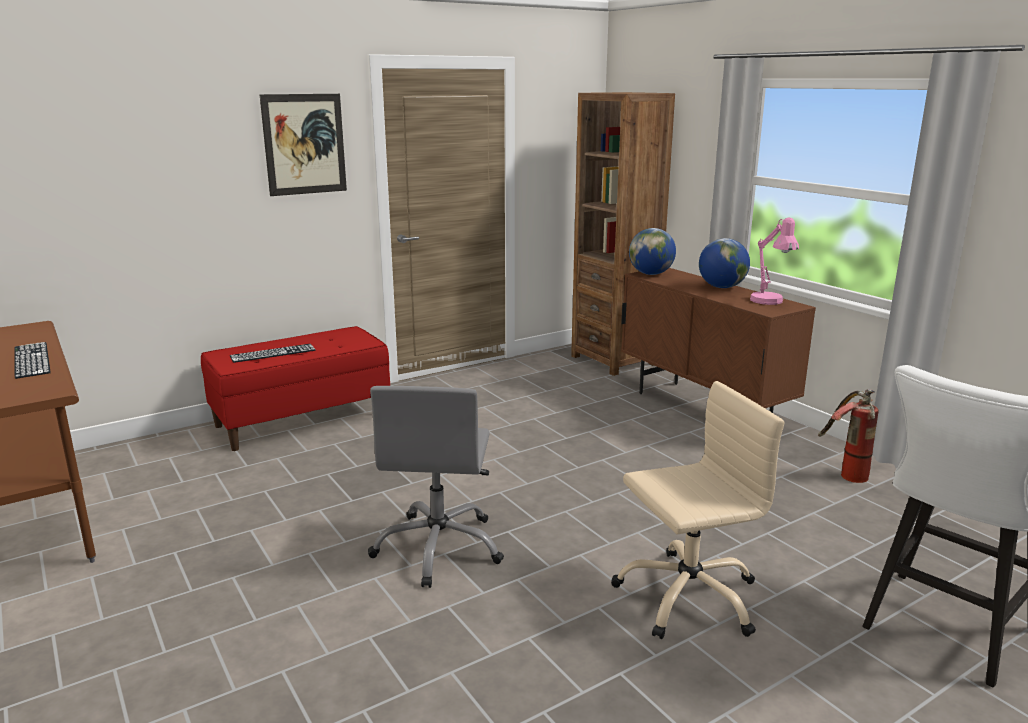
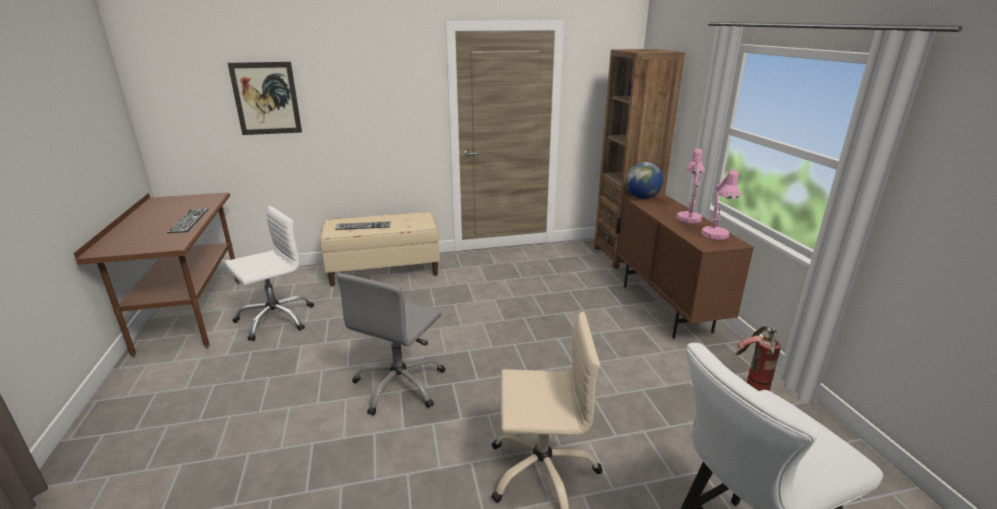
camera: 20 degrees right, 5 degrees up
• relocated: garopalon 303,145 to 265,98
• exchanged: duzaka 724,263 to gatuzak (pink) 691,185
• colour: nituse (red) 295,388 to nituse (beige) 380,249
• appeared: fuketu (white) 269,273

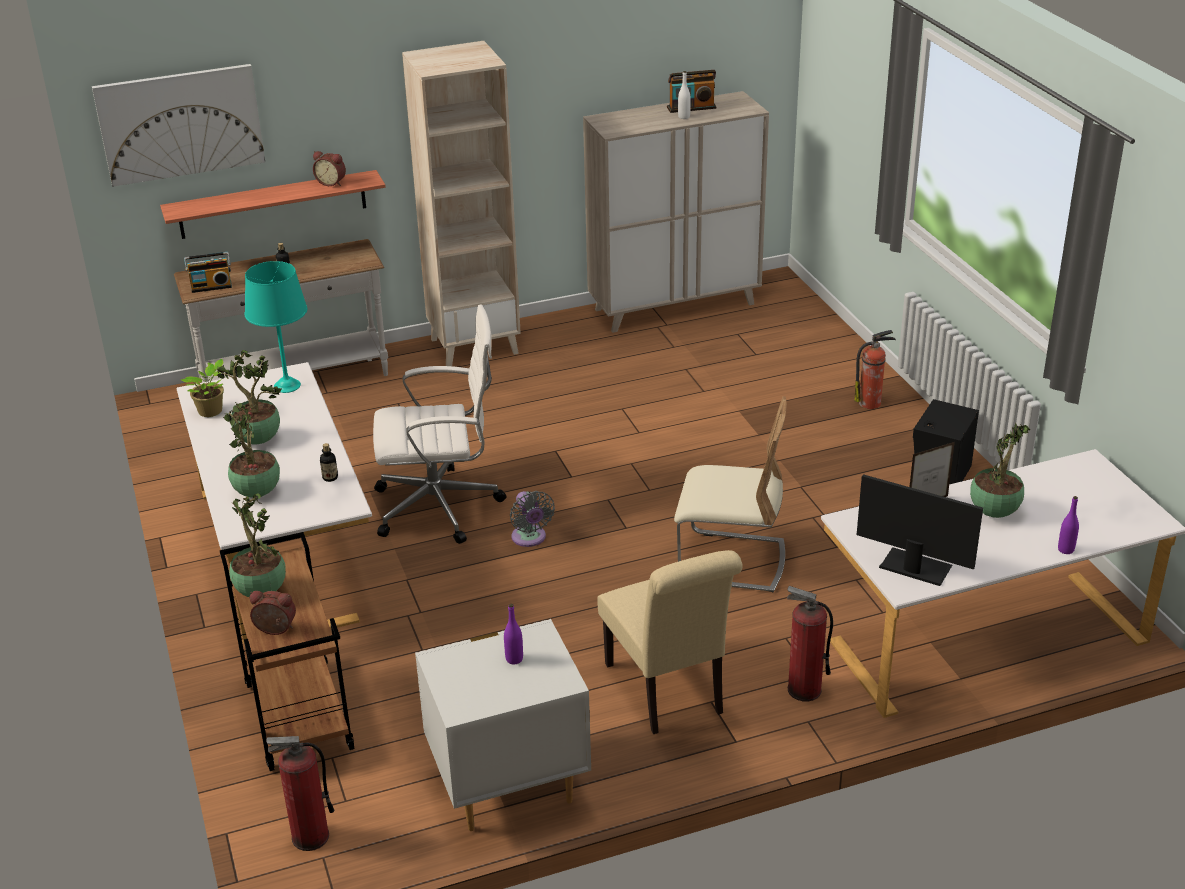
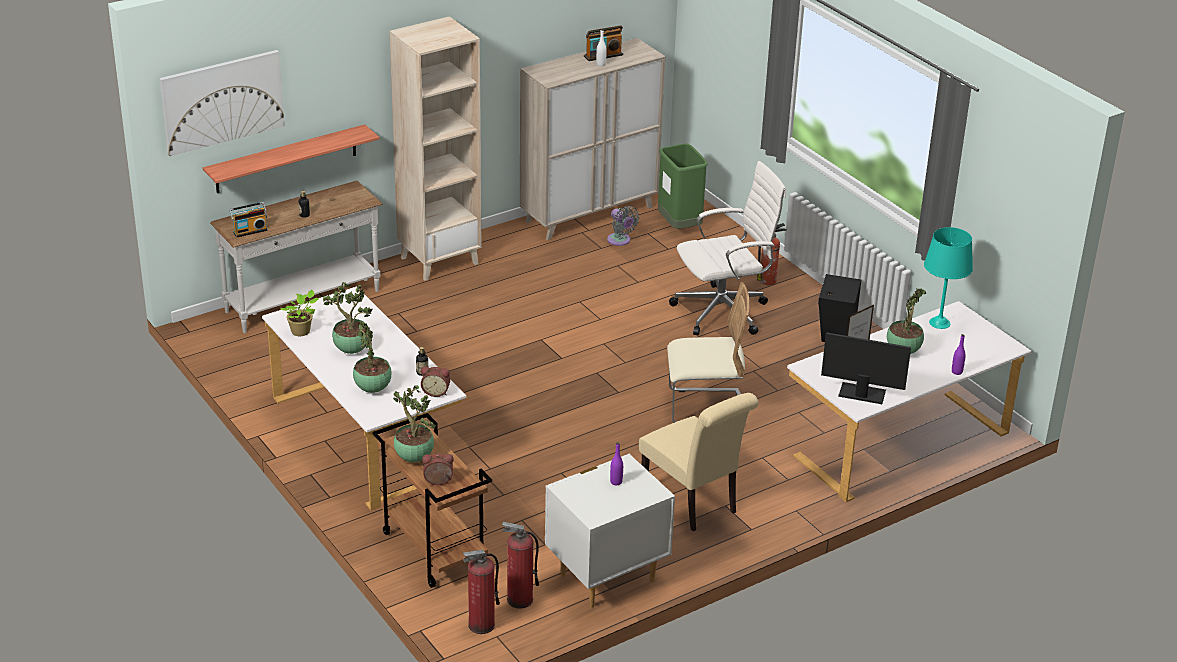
camera: 15 degrees left, 0 degrees up
• relocated: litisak 329,168 to 435,381
• relocated: gatuzak (turquoise) 276,327 to 948,278
• relocated: fuketu (white) 439,424 to 727,248
• relocated: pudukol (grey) 532,519 to 623,226
• relocated: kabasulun 810,643 to 520,565
• appeared: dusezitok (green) 683,186

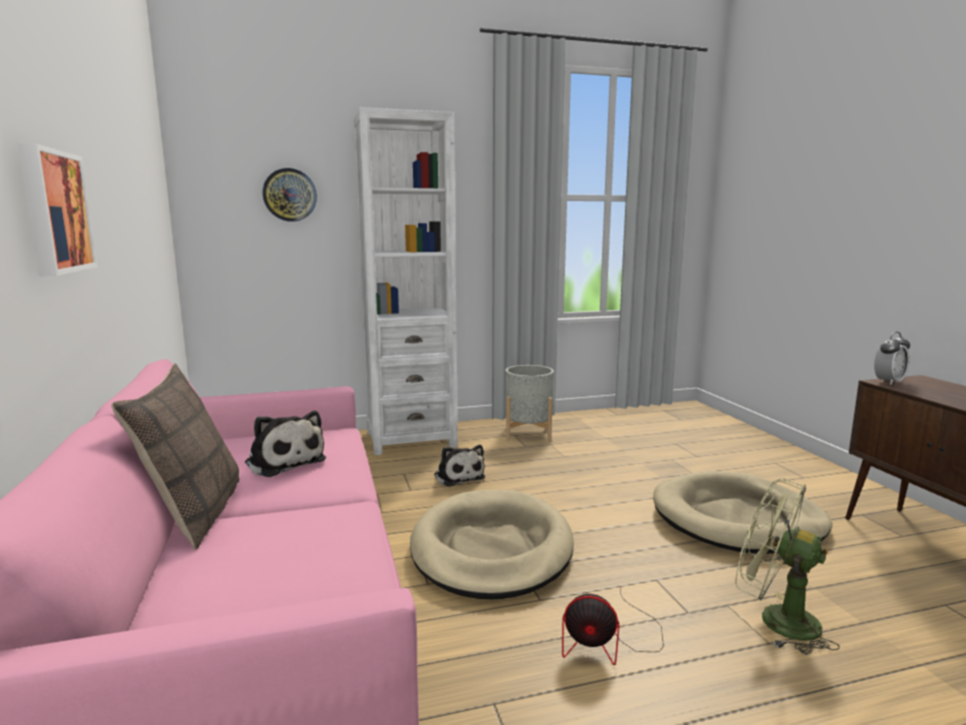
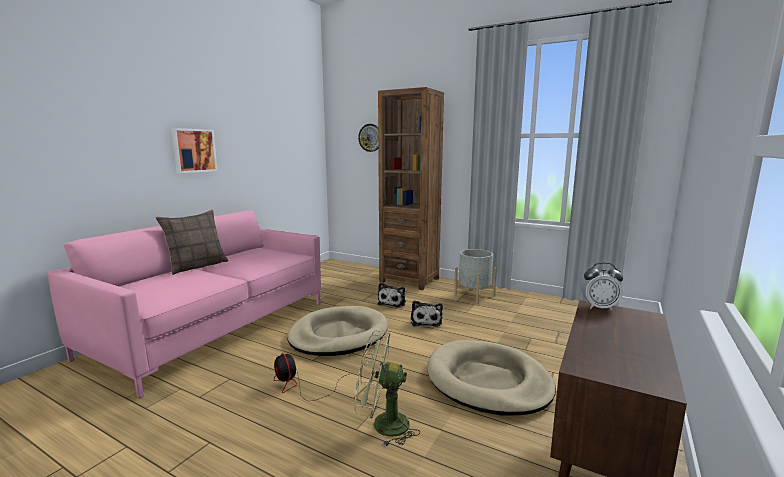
camera: 45 degrees right, 0 degrees up
• colour: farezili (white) 406,281 to farezili (brown) 411,188
• relocated: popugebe 285,444 to 427,313
• spun: pudukol (green) 787,566 = 387,388 75 degrees counterclockwise

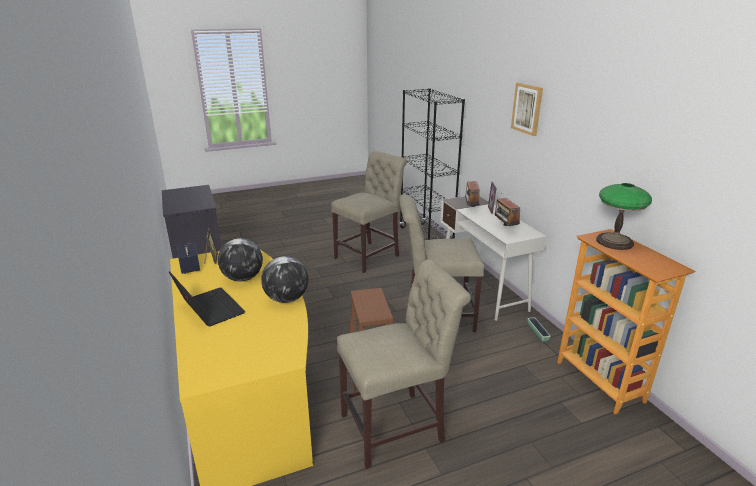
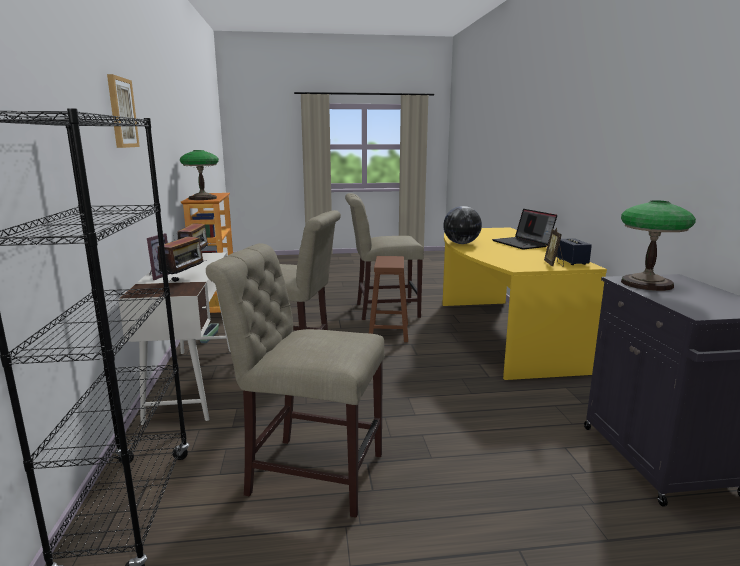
camera: 165 degrees left, 10 degrees down
• spun: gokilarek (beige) 369,212 = 295,380 45 degrees clockwise
• missing: duzaka 240,260
• appeared: gatuzak 658,245

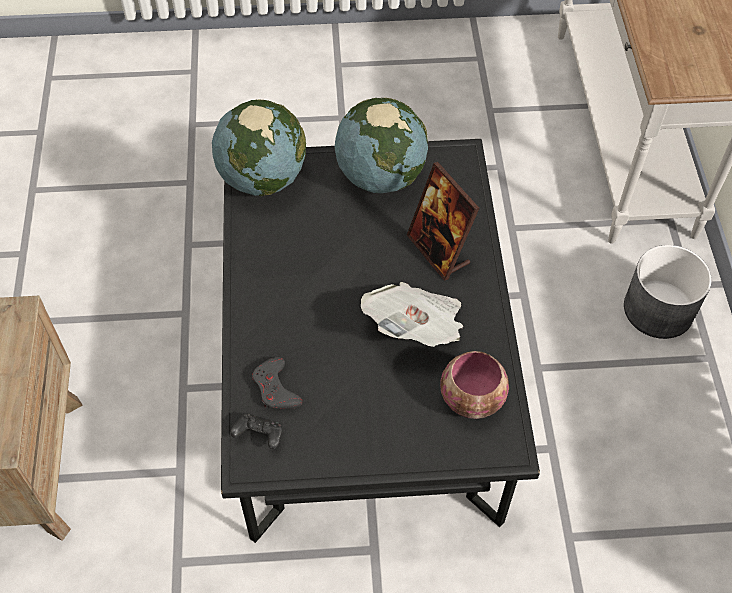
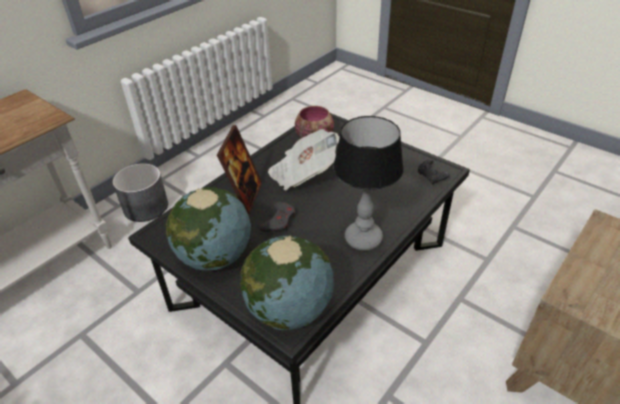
camera: 135 degrees left, 15 degrees down
• relocated: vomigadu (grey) 277,383 to 277,217
• appeared: gatuzak 368,183

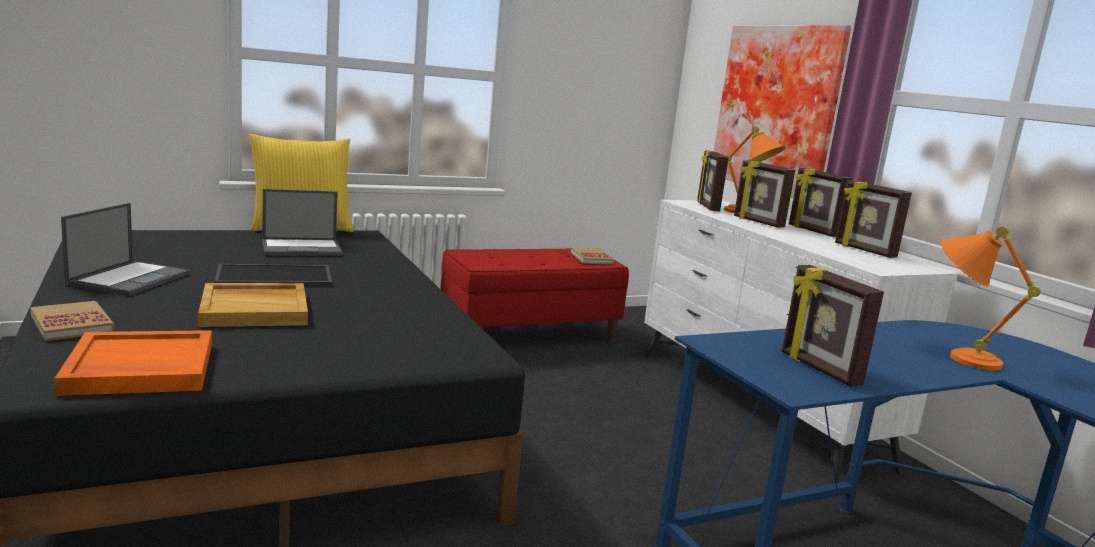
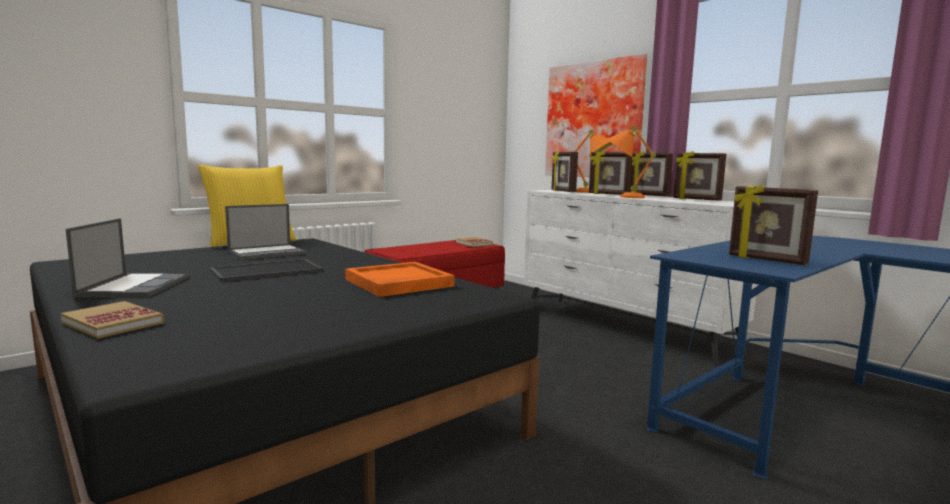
camera: 15 degrees left, 5 degrees down
• relocated: gatuzak (orange) 990,298 to 631,162
• missing: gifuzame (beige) 253,305
• relocated: gifuzame (orange) 133,363 to 399,279

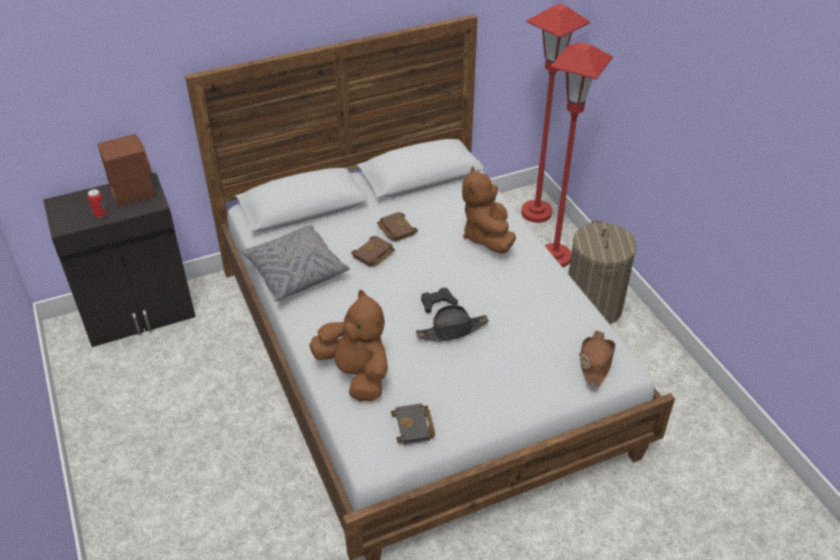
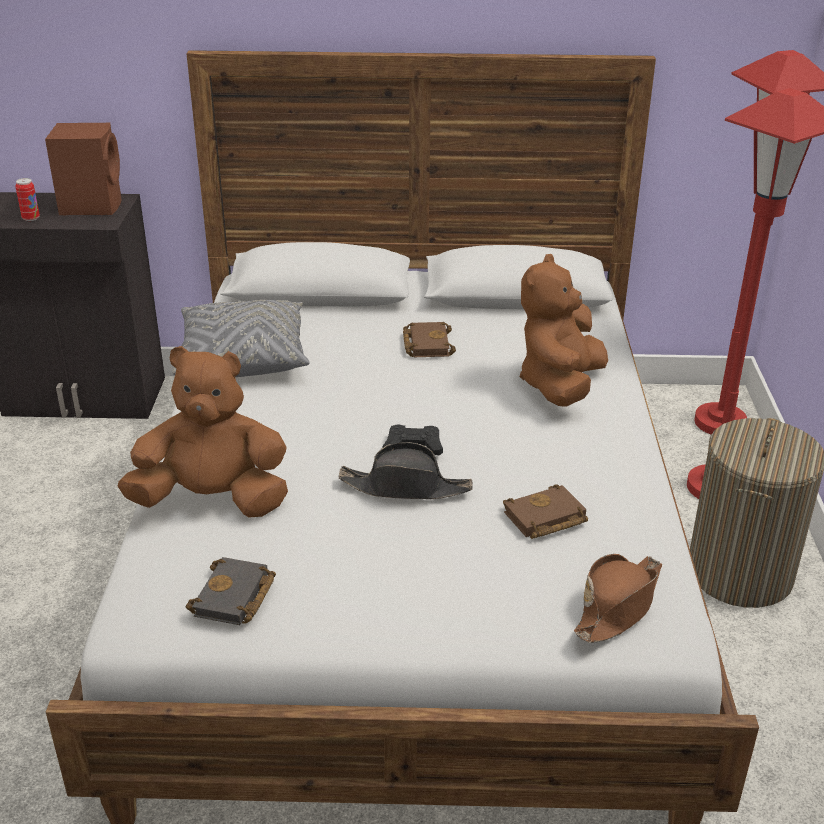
camera: 25 degrees right, 10 degrees down
• relocated: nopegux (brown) 373,251 to 545,511
• spun: popugebe (brown) 348,345 = 203,431 75 degrees counterclockwise

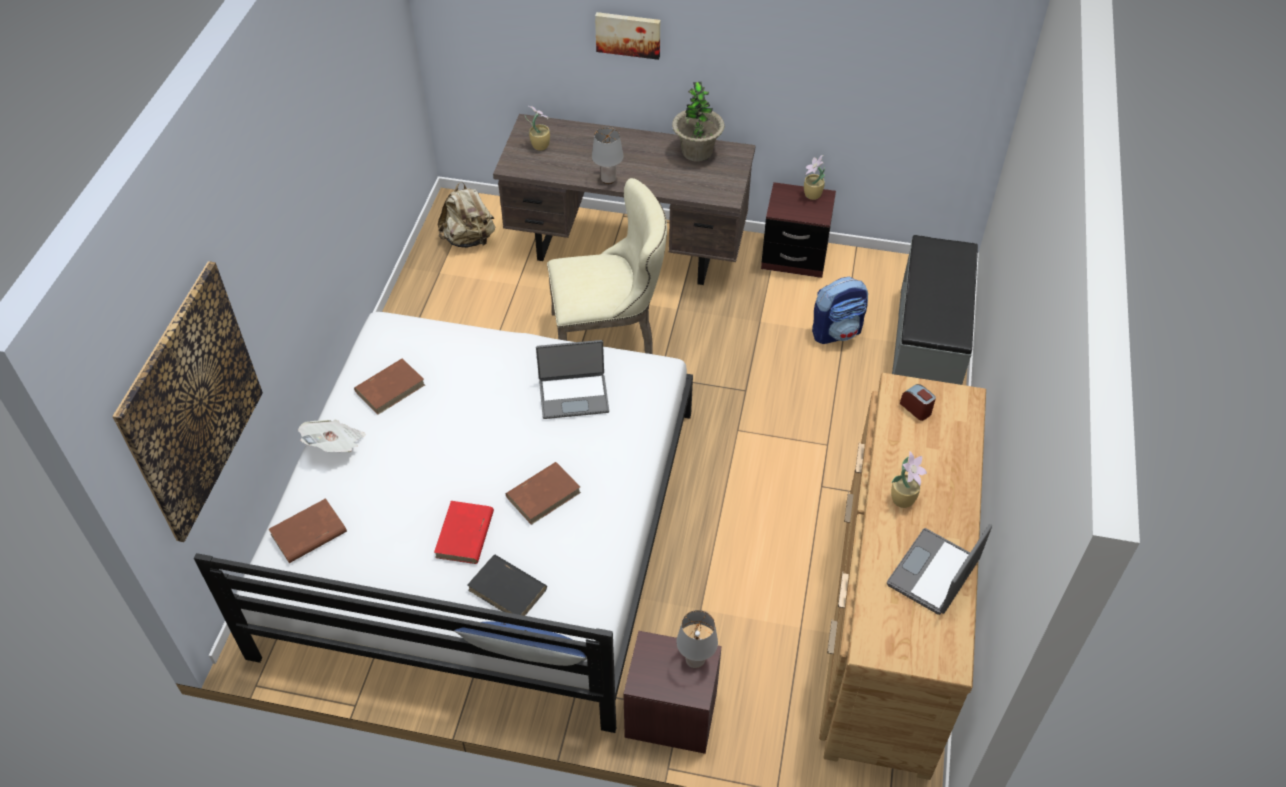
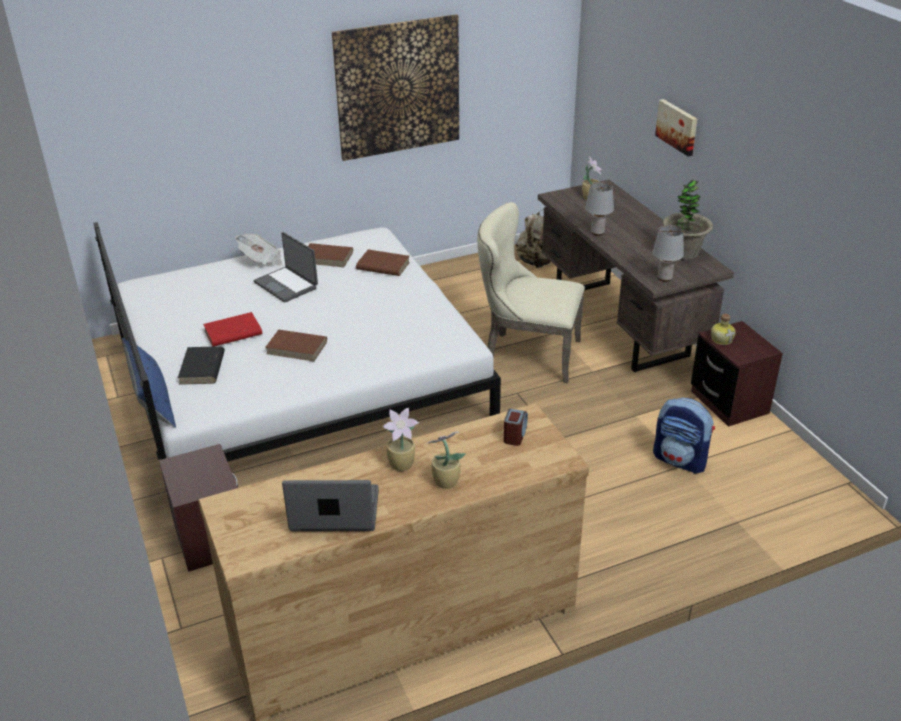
camera: 55 degrees right, 15 degrees down
• relocated: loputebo 814,177 to 446,460
• spun: gokilarek (beige) 607,266 = 531,292 150 degrees clockwise
• missing: nituse (grey) 935,310
• relocated: garopalon 187,401 to 395,87
• relocated: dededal 572,379 to 286,267
• relocated: nopegux (brown) 308,530 to 383,263
• relocated: gatuzak (grey) 697,639 to 668,253
• appeared: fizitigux 723,329

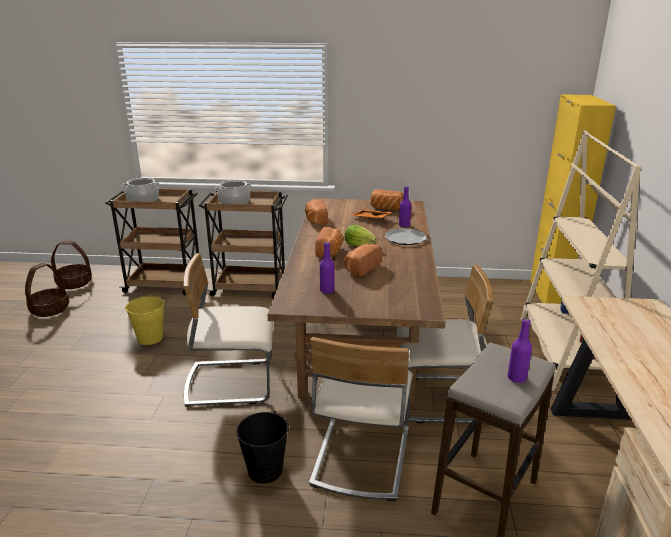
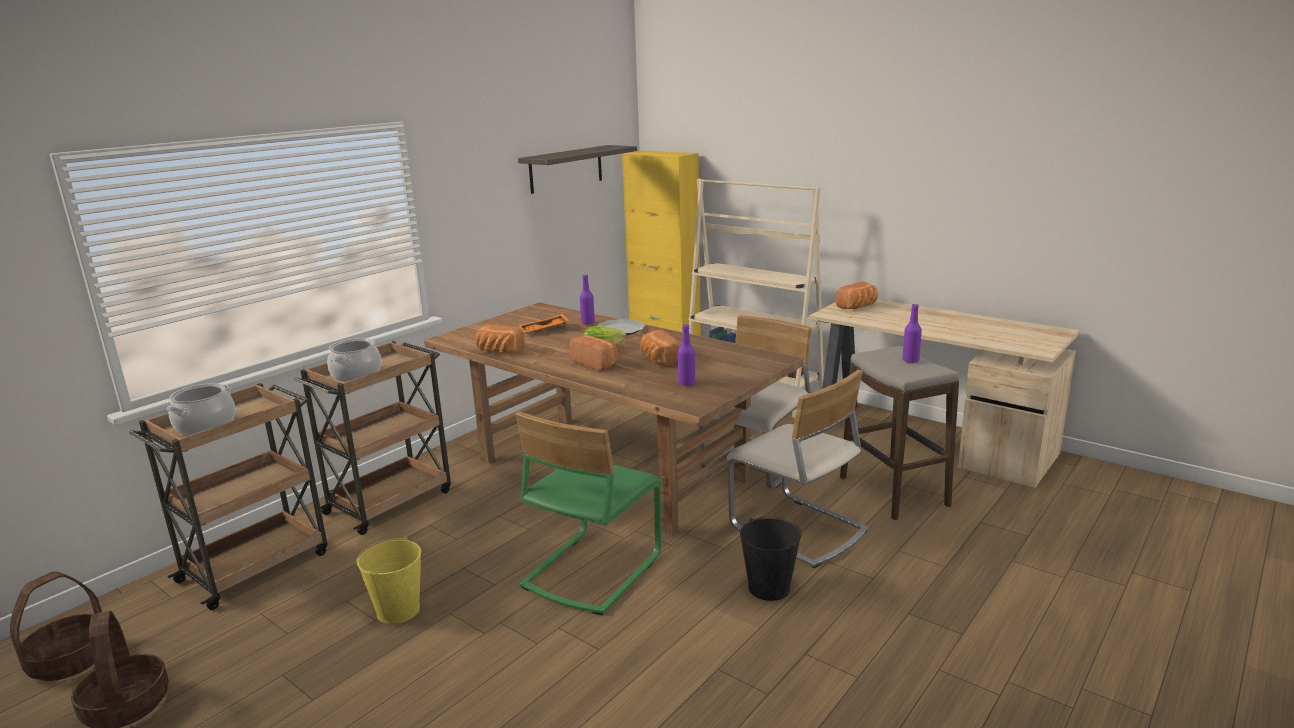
camera: 55 degrees left, 5 degrees down
• relocated: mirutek 387,199 to 857,295
• colour: gokilarek (beige) 228,330 to gokilarek (green) 588,513
• appeared: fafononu 577,169

